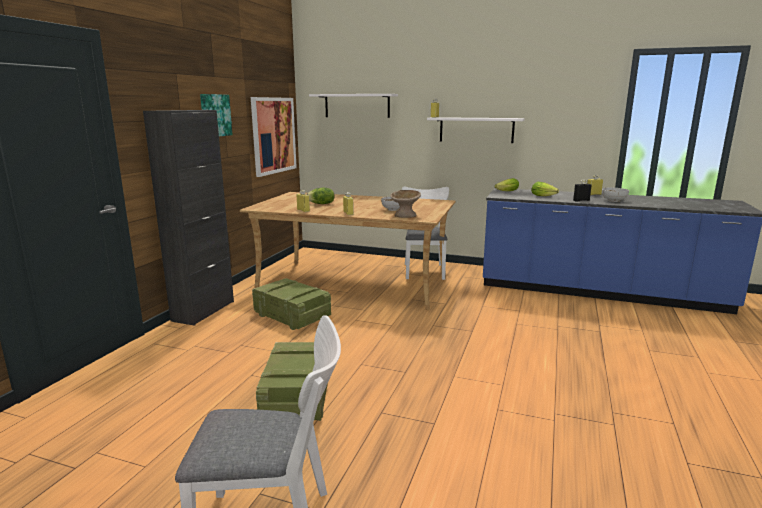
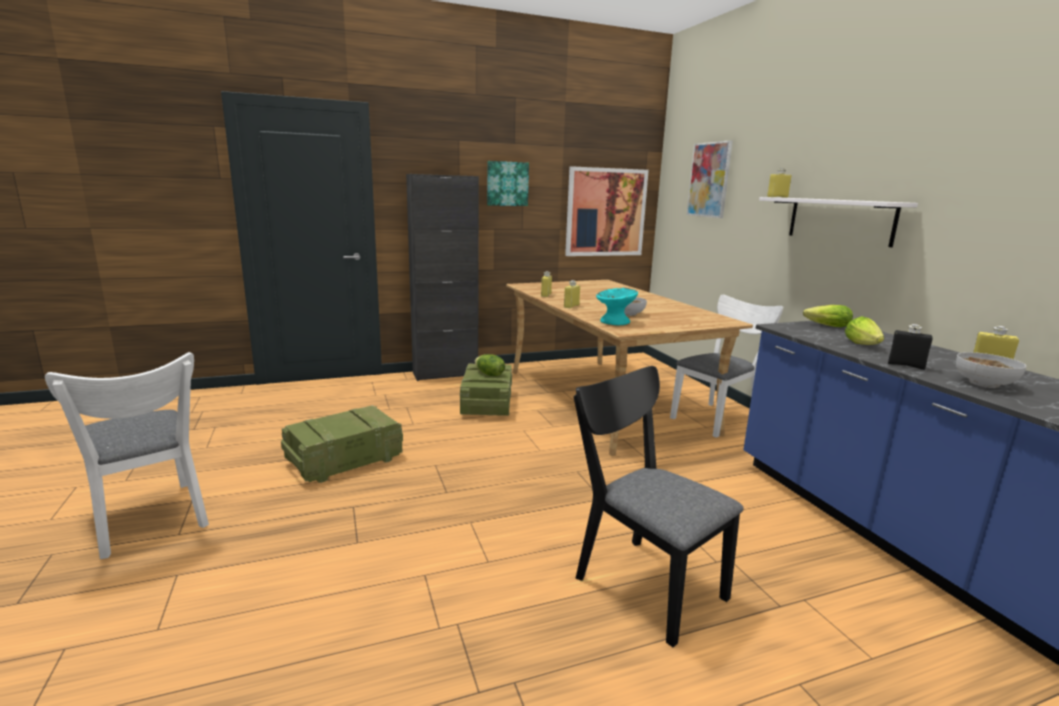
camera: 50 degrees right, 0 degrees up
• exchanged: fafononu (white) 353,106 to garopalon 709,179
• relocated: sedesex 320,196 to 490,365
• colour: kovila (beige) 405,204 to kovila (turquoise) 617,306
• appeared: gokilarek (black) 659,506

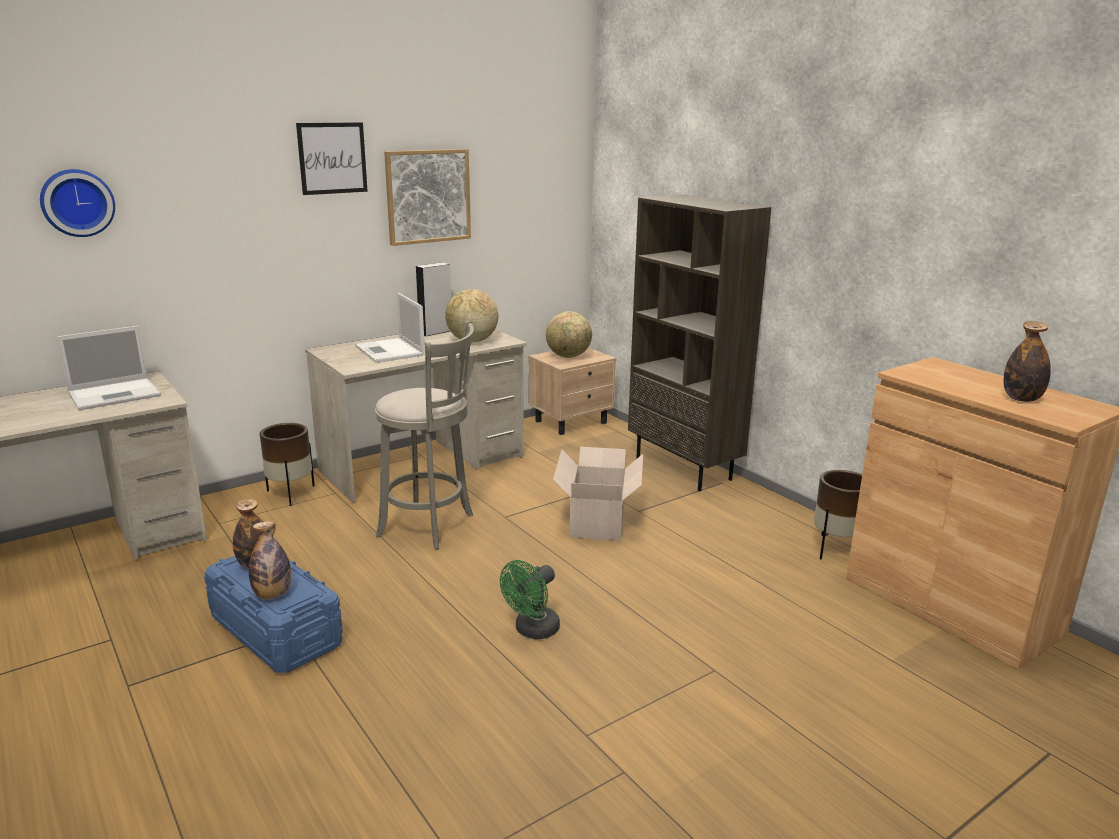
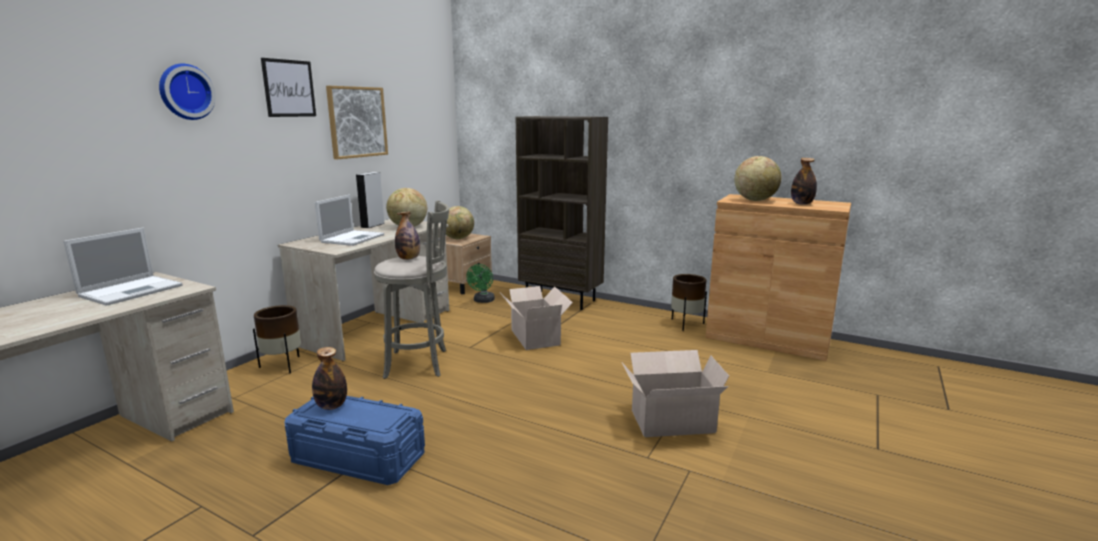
camera: 25 degrees left, 5 degrees down
• relocated: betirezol 77,203 to 187,92
• spun: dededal 390,328 = 349,220 105 degrees counterclockwise
• relocated: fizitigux 270,560 to 407,235
• relocated: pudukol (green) 530,599 to 480,283
• appeared: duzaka 758,178
• appeared: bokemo 675,393

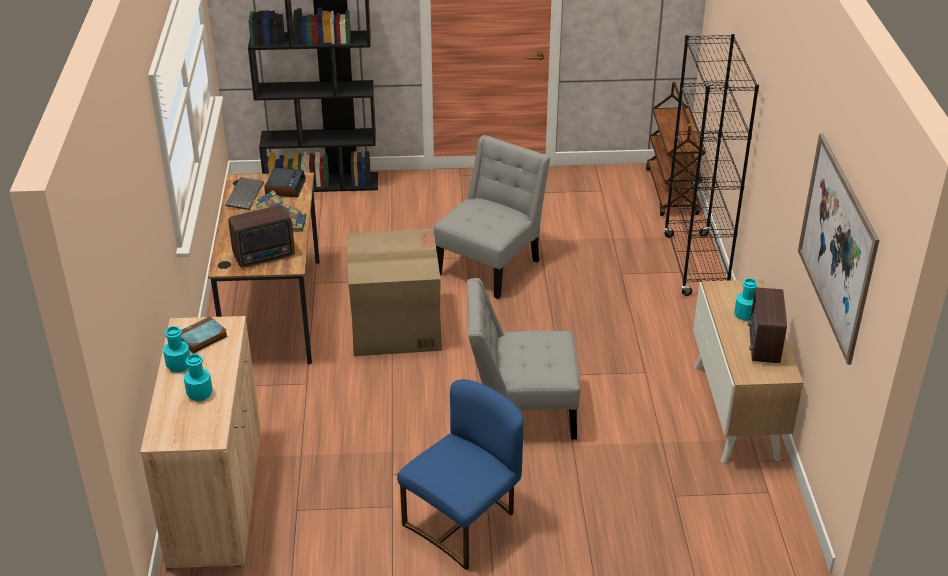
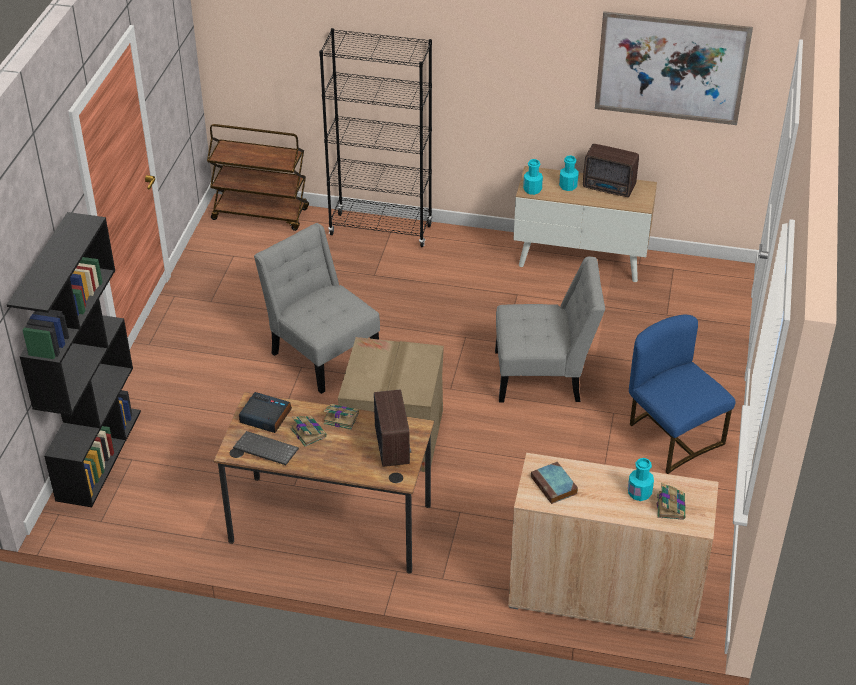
camera: 75 degrees left, 5 degrees up
• spun: gokilarek (grey) 523,359 = 550,330 105 degrees counterclockwise
• relocated: fizitigux (turquoise) 176,349 to 533,177
• appeared: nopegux 671,501

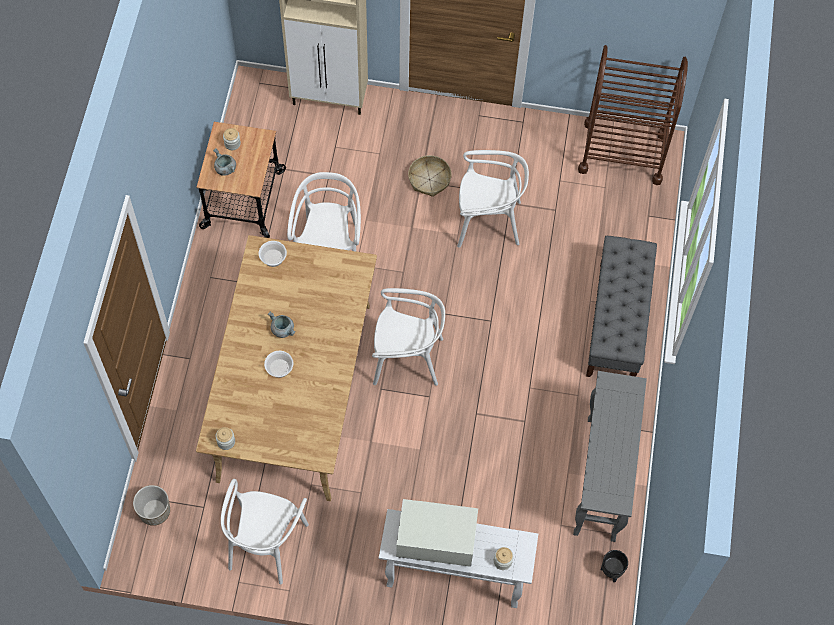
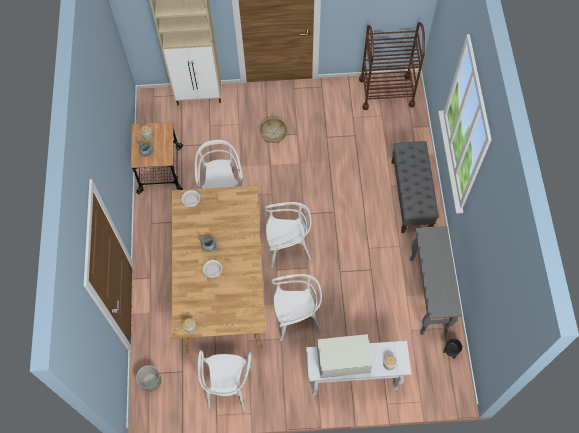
camera: 10 degrees left, 0 degrees up
• relocated: gokilarek (white) 493,199 to 296,307

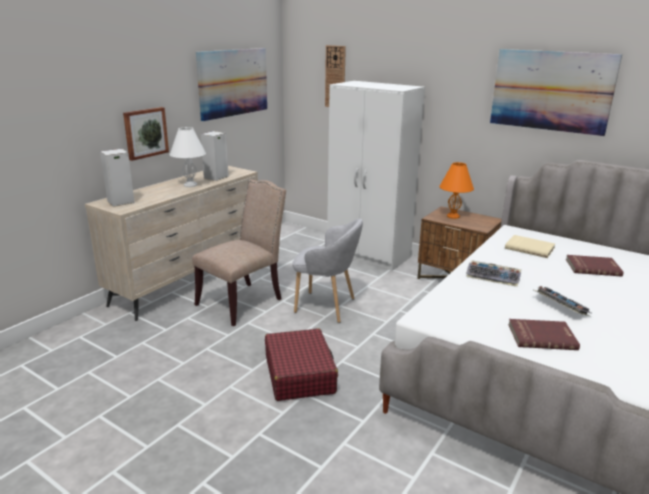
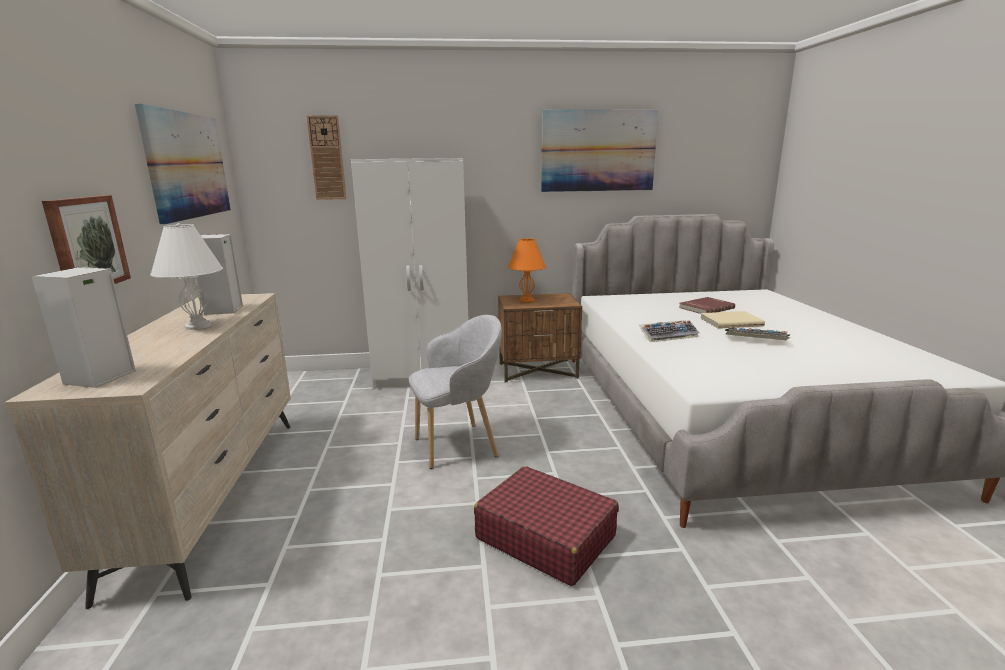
camera: 40 degrees left, 5 degrees down
• missing: gokilarek (beige) 239,253
• relocated: nopegux (beige) 530,246 to 732,320
• missing: nopegux (red) 544,334

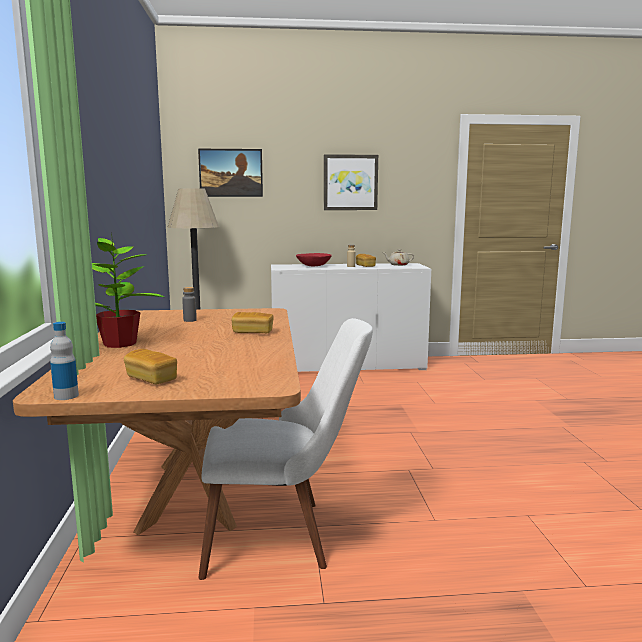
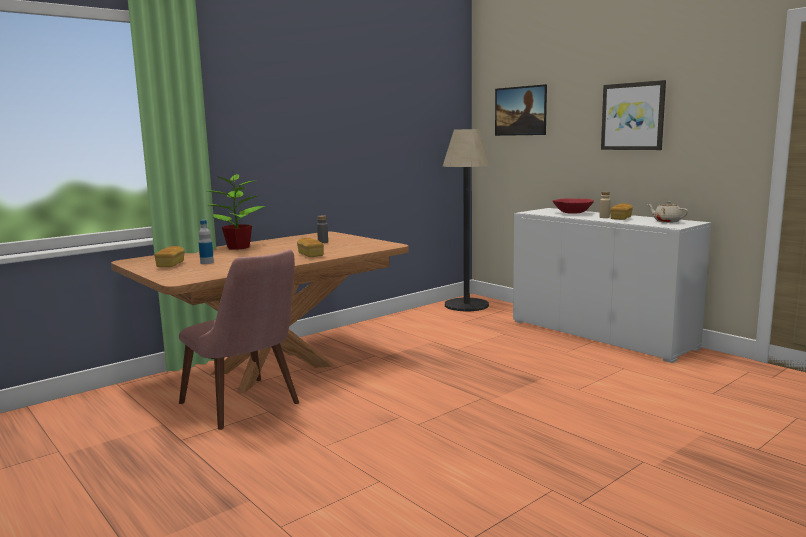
camera: 55 degrees right, 0 degrees up
• colour: gokilarek (white) 285,449 to gokilarek (pink) 239,339
• relocated: fizitigux 64,361 to 206,242

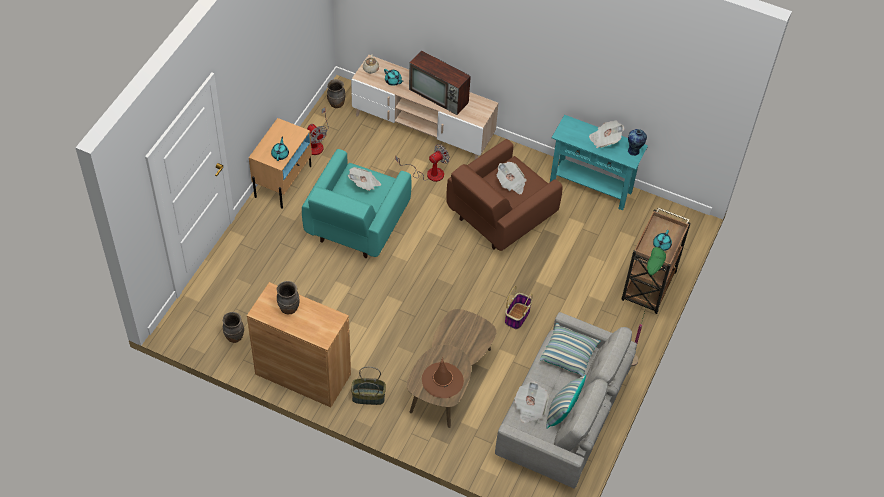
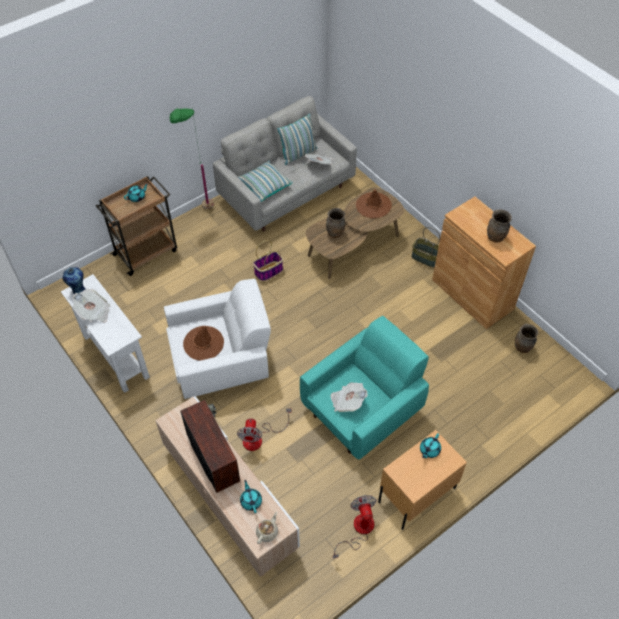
camera: 150 degrees left, 0 degrees up
• relocated: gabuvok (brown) 336,93 to 335,223
• colour: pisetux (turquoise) 599,162 to pisetux (white) 105,333
• colour: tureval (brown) 505,195 to tureval (white) 217,339
• spun: pudukol 422,163 = 264,429 75 degrees counterclockwise
• exchanged: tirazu 512,178 to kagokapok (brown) 203,343

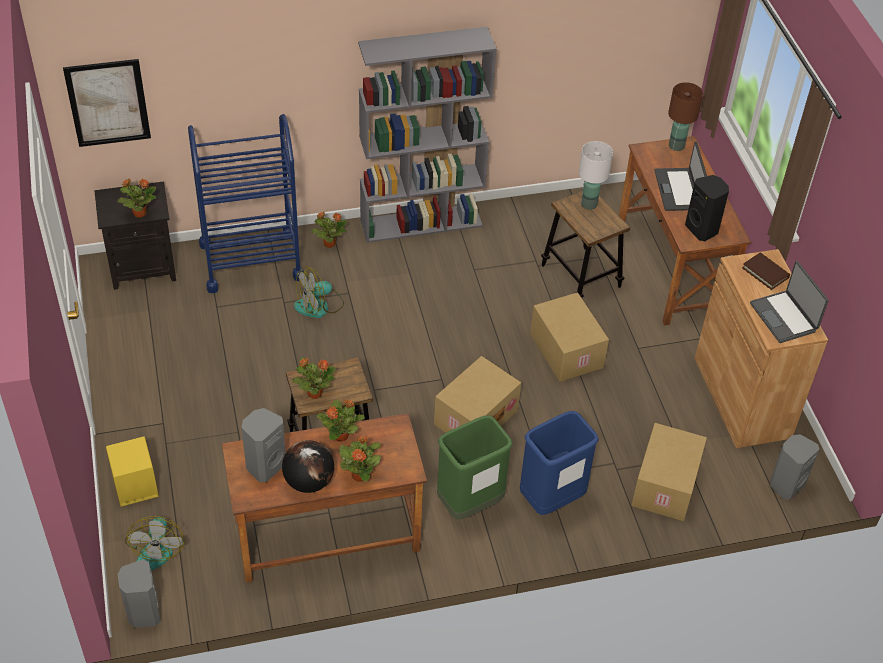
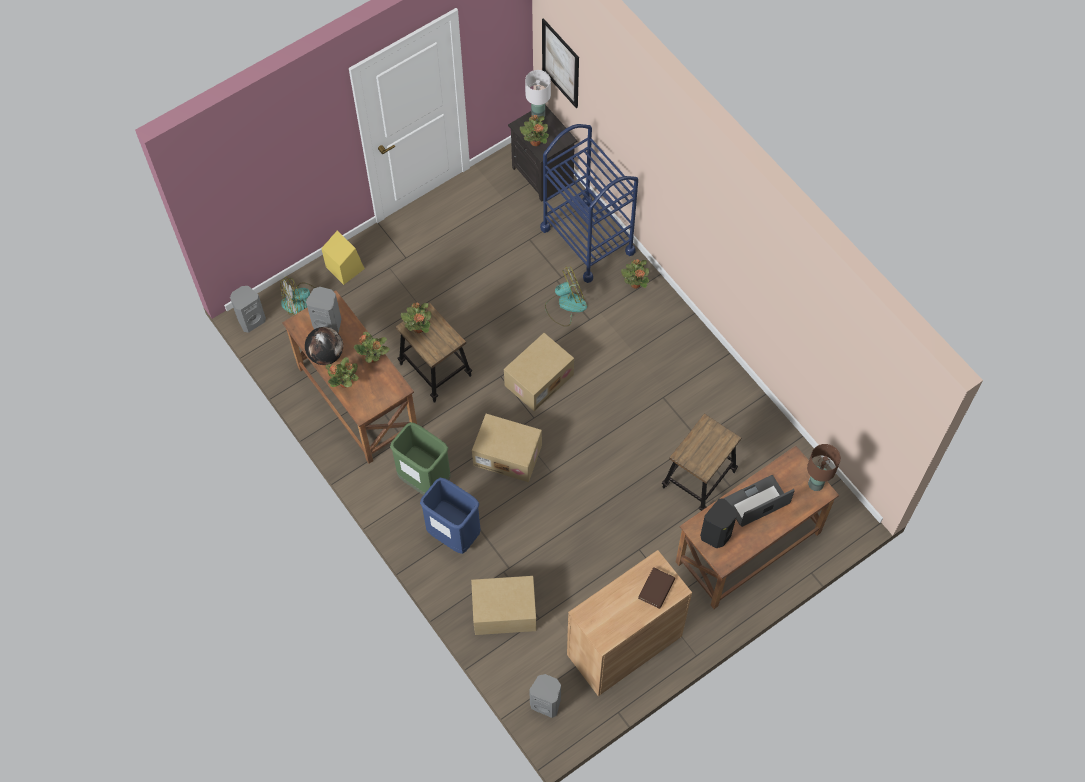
camera: 70 degrees right, 15 degrees up
• missing: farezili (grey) 427,135
• relocated: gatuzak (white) 596,175 to 538,95
• missing: dededal 789,302
• spun: pudukol 319,292 = 566,297 120 degrees clockwise
• relocated: bokemo 569,337 to 539,372

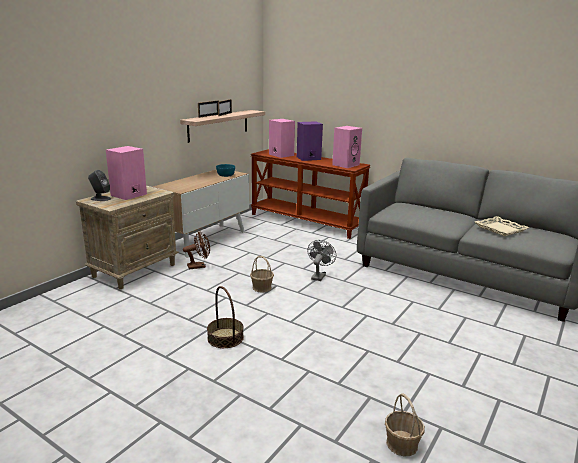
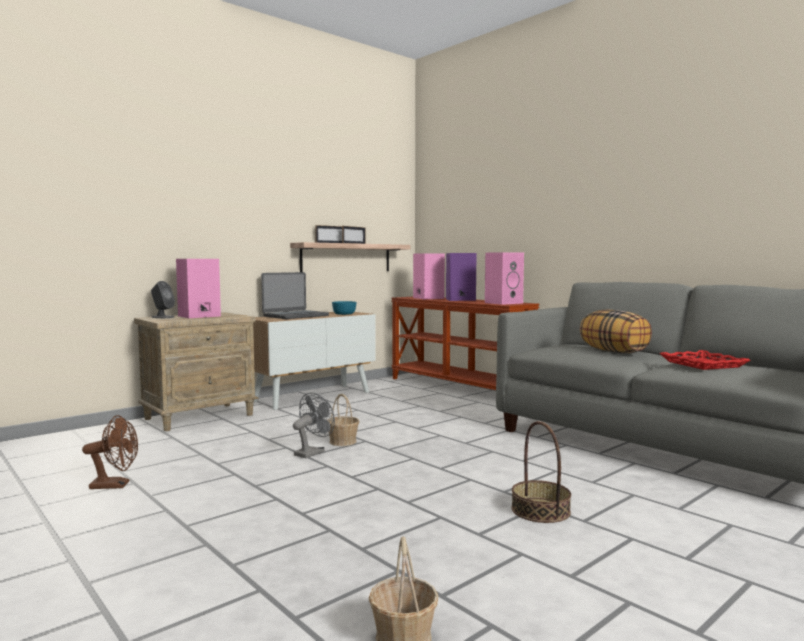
camera: 15 degrees right, 15 degrees down
• colour: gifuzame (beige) 502,226 to gifuzame (red) 704,360
• relocated: pudukol (brown) 196,250 to 110,452
• relocated: pudukol (grey) 321,260 to 314,425
• relocated: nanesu 225,317 to 541,472
• appeared: dededal 295,295
• appeared: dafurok 616,331

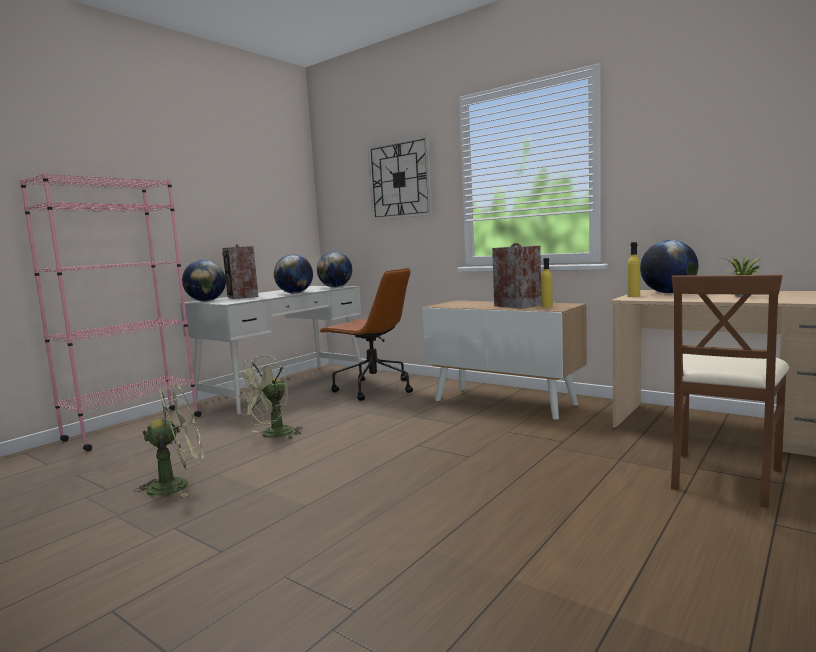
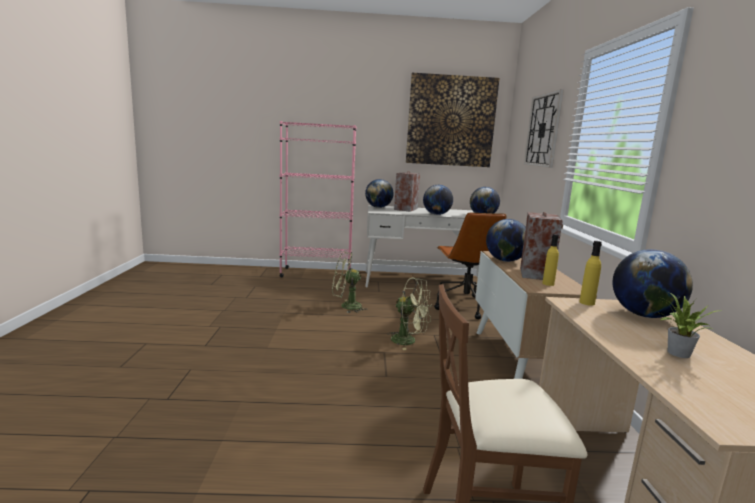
camera: 50 degrees right, 5 degrees up
• relocated: pudukol (green) 168,440 to 409,314
• appeared: garopalon 453,120
• appeared: duzaka 506,240

